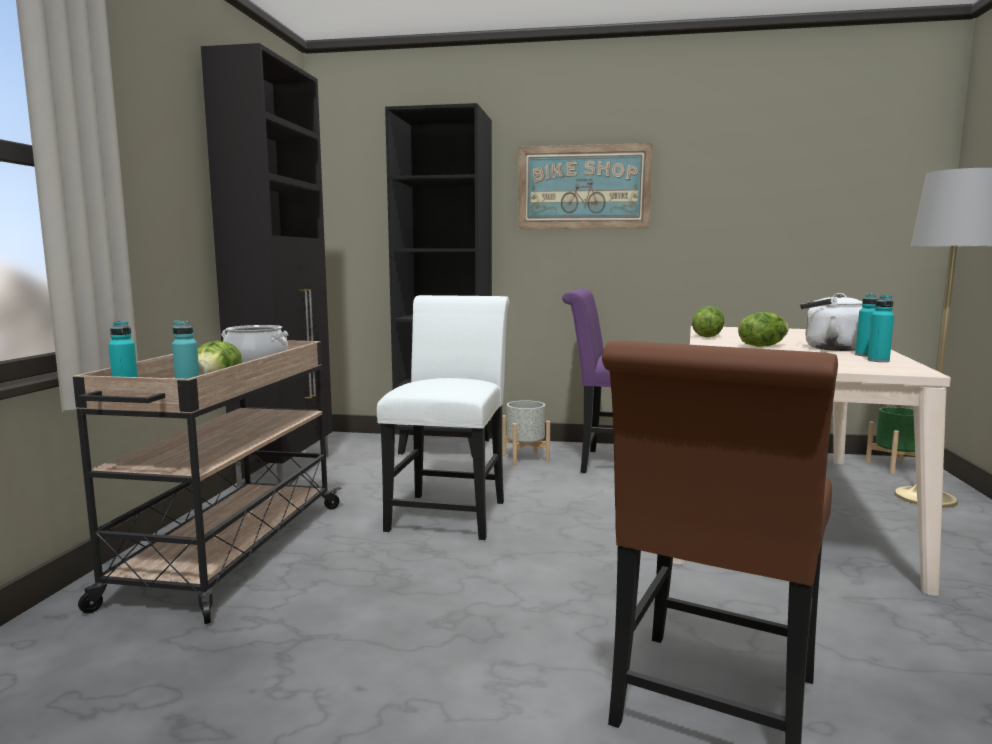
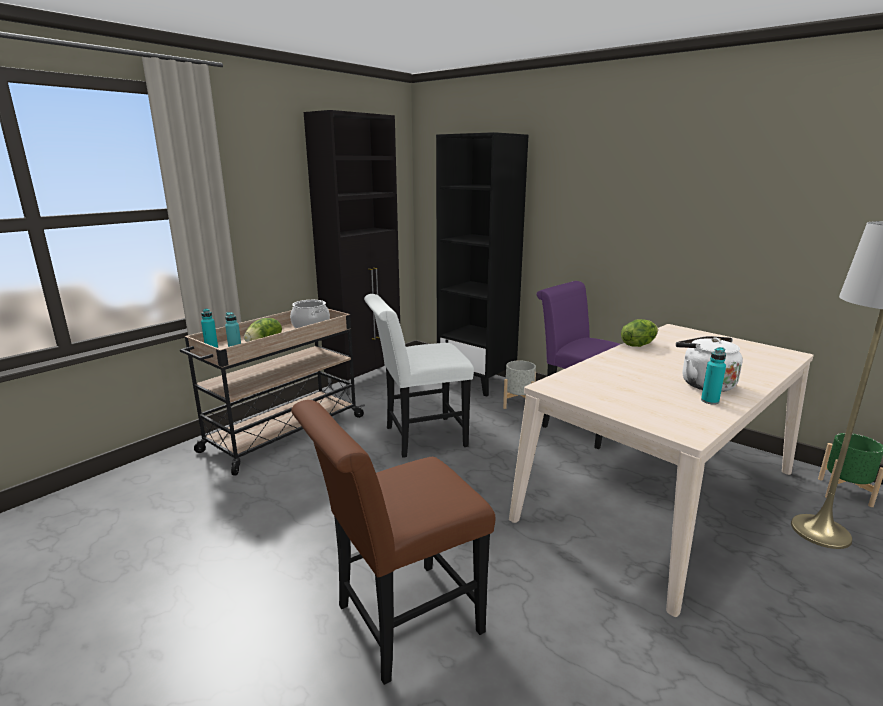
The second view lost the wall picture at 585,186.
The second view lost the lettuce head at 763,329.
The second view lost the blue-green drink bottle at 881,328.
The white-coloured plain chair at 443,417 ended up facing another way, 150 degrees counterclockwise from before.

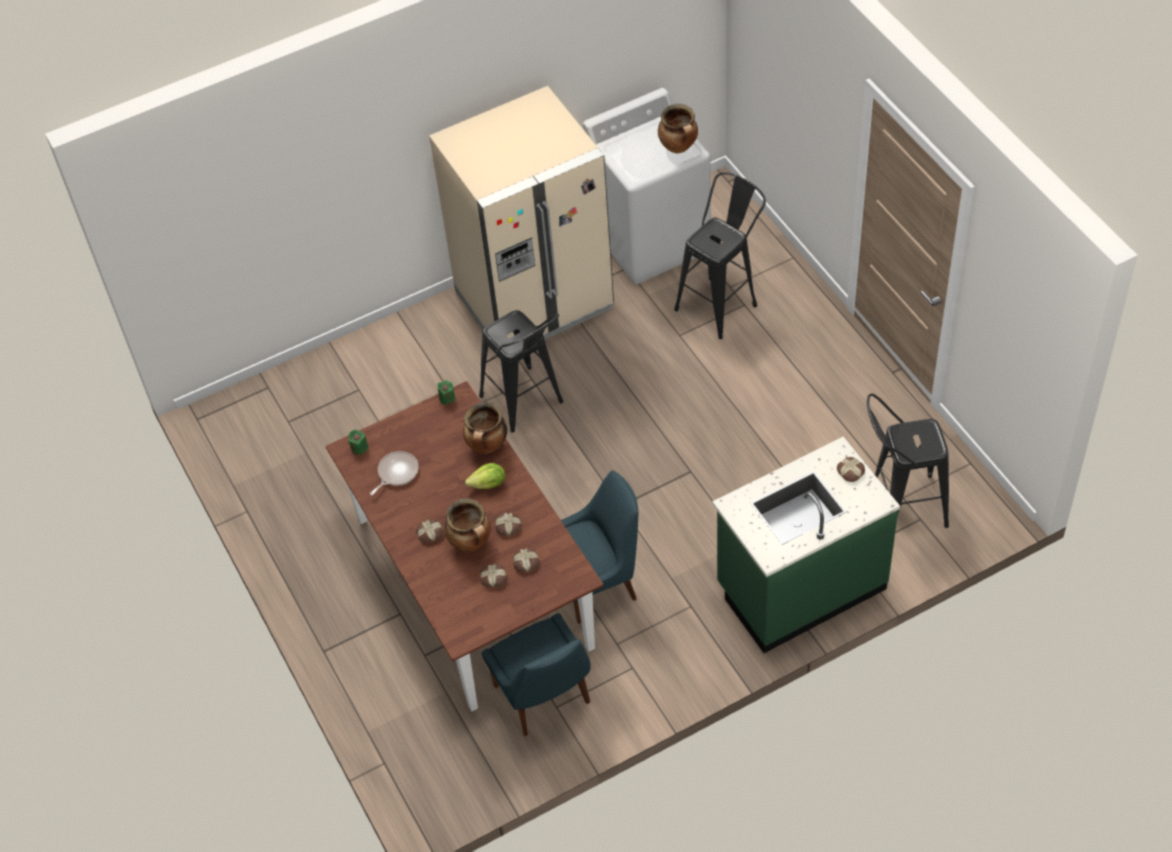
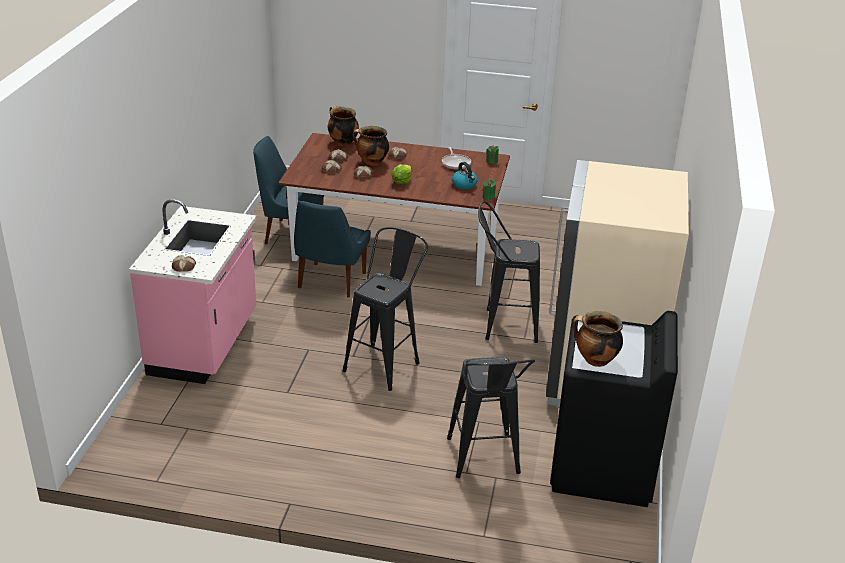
The second view gained the tea kettle at 465,176.
The saucepot ended up elsewhere, having gone from 485,427 to 343,126.
The black sitting stool ended up elsewhere, having gone from 908,460 to 385,309.
What was the white-coloured washing machine at 647,186 turned into the black washing machine at 614,409.
What was the green-coloured kitchen counter at 806,545 turned into the pink-coloured kitchen counter at 193,291.

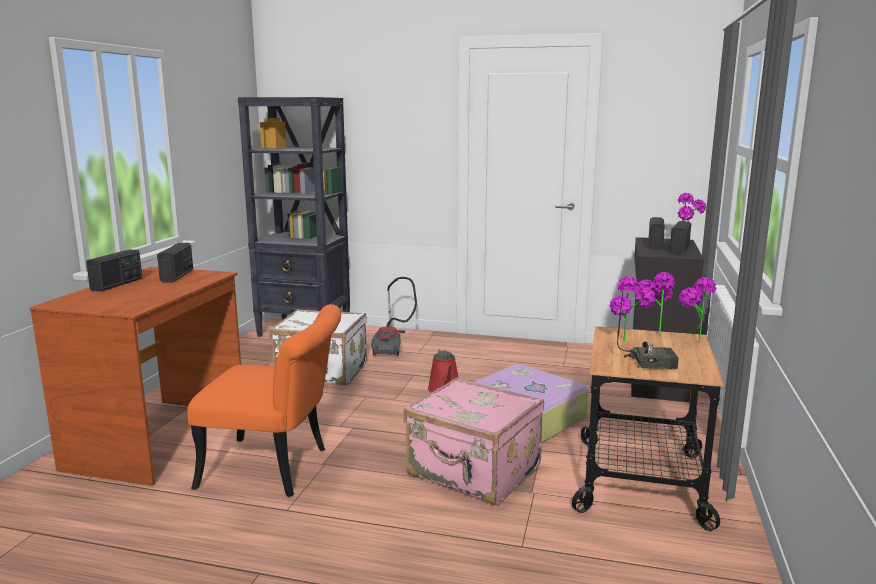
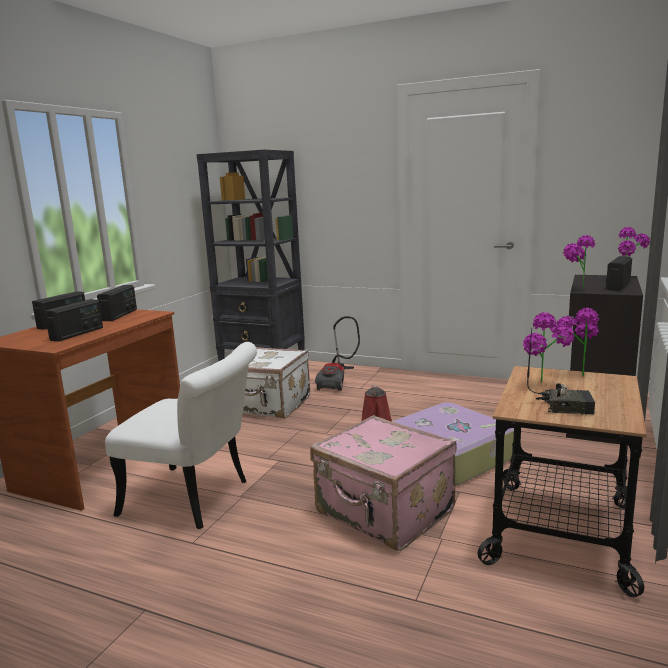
The radio receiver ended up elsewhere, having gone from 656,233 to 74,320.
The potted plant ended up elsewhere, having gone from 697,310 to 579,263.
What was the orange-coloured plain chair at 264,400 turned into the white-coloured plain chair at 181,435.

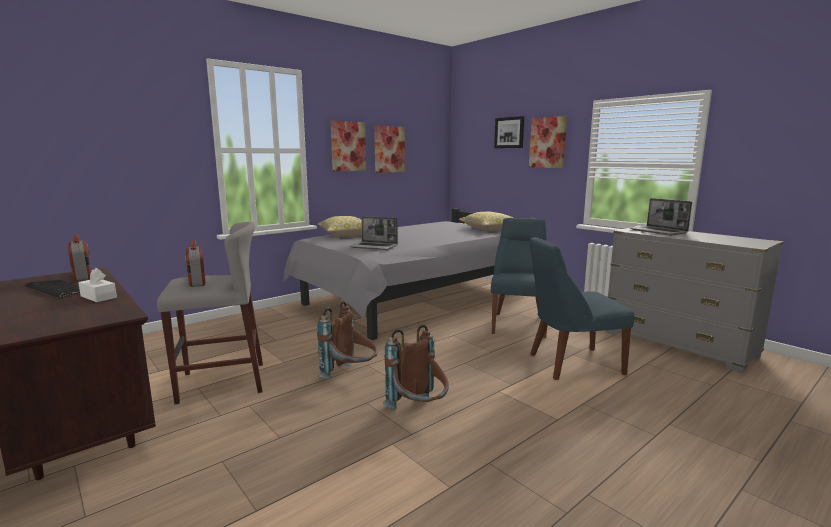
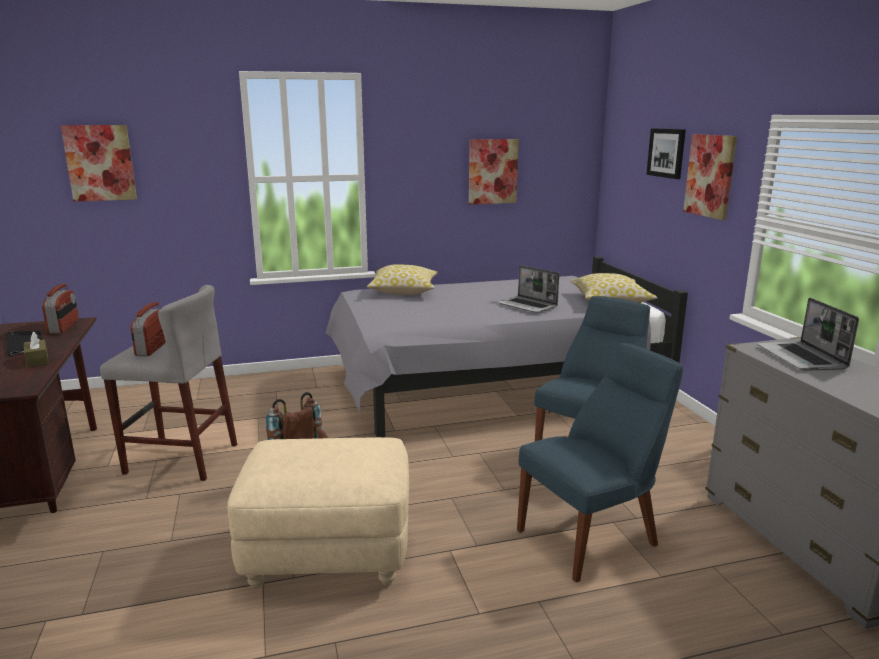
The wall picture ended up elsewhere, having gone from 348,146 to 99,163.
The laptop ended up elsewhere, having gone from 374,233 to 528,289.
Where the brown-coloured backpack stood at 416,367, the beige ottoman came to stand at 318,512.
What was the white-coloured tissue holder at 97,285 turned into the brown-coloured tissue holder at 36,349.
The bluish plain chair at 582,308 ended up facing another way, 135 degrees clockwise from before.

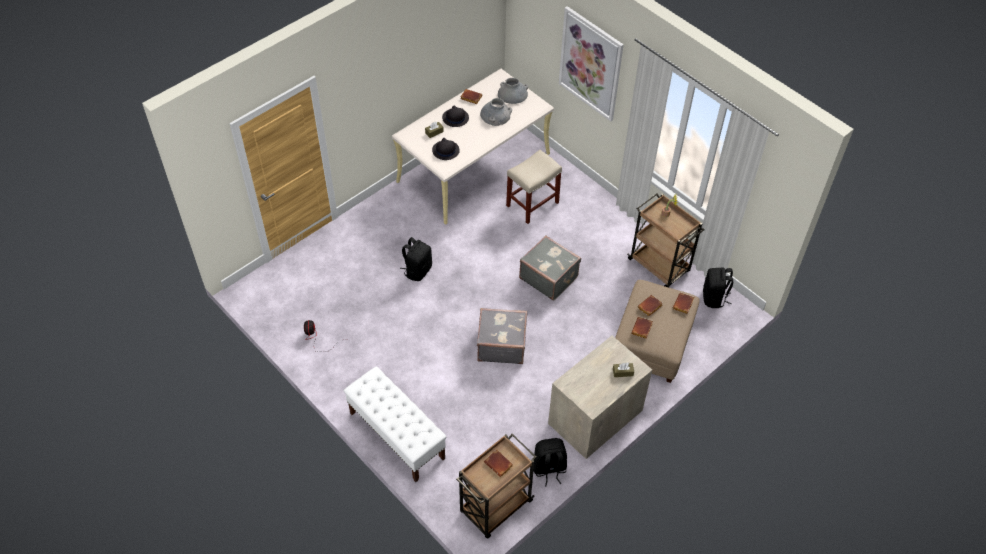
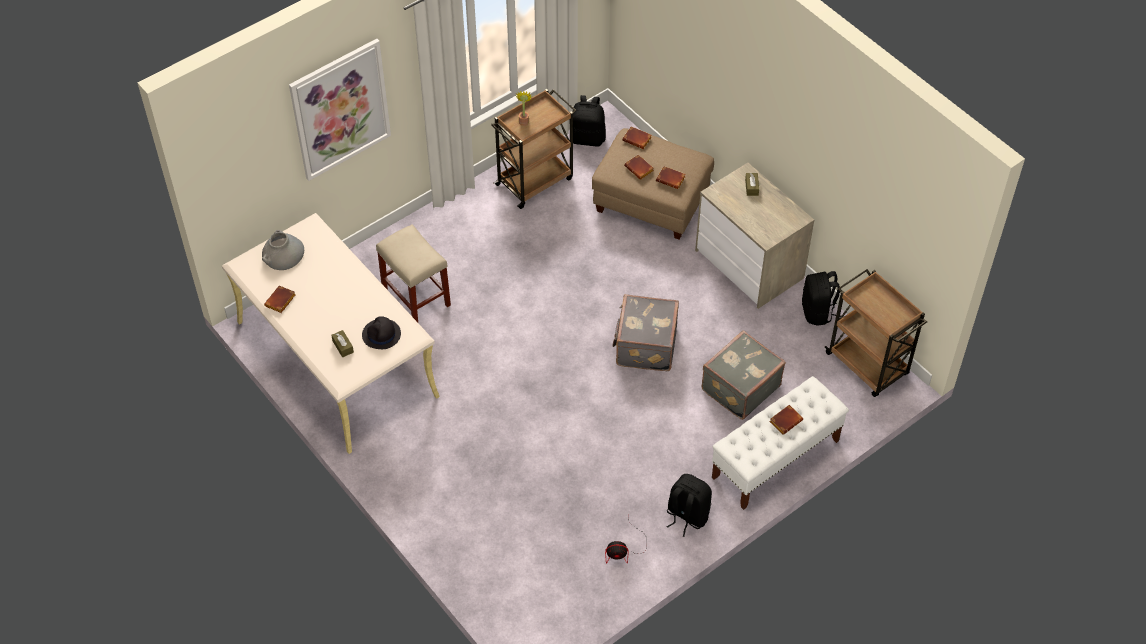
The second view lost the black hat at 455,116.
The second view lost the gray flower vase at 496,112.
The black backpack ended up elsewhere, having gone from 416,259 to 689,505.
The brown-coloured book ended up elsewhere, having gone from 498,463 to 786,420.
The gray suitcase ended up elsewhere, having gone from 550,268 to 744,375.

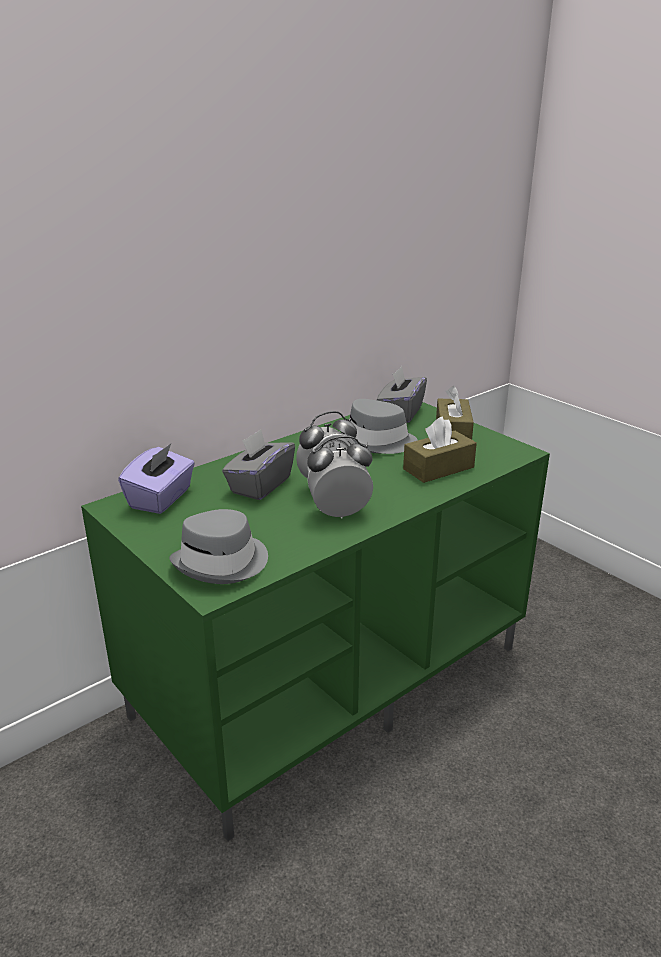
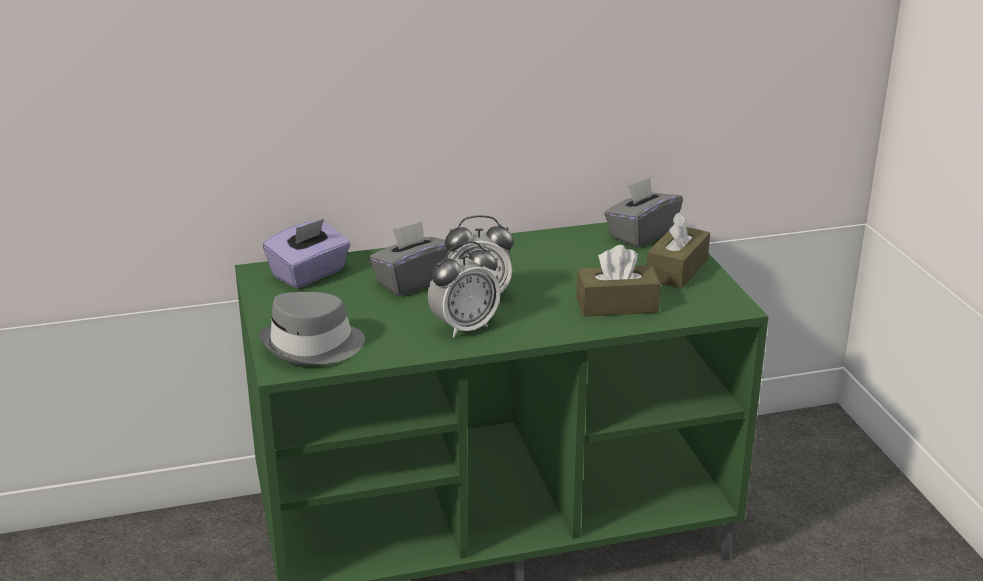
The second view lost the gray hat at 379,426.
The bedside clock at 340,477 ended up facing another way, 135 degrees clockwise from before.

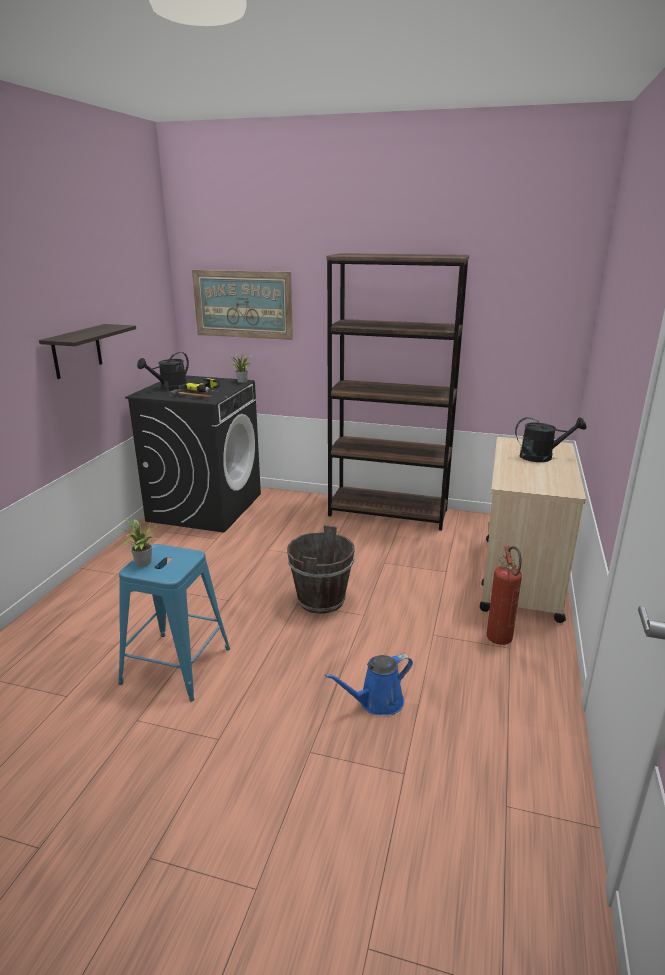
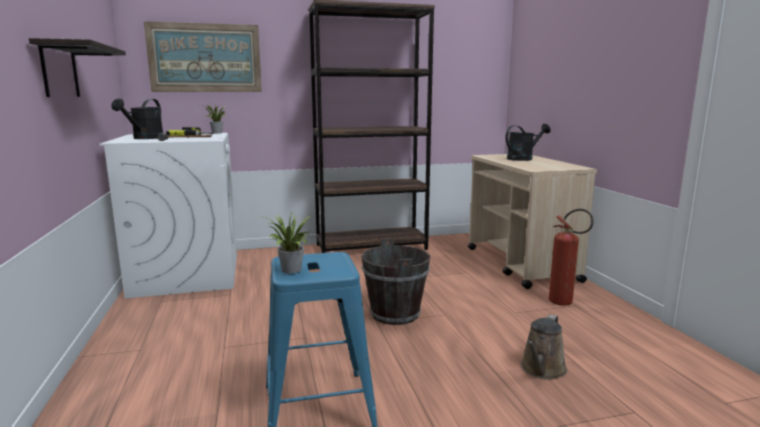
What was the black washing machine at 193,454 turned into the white-coloured washing machine at 168,215.
What was the bluish sprinkling can at 369,684 turned into the brown-coloured sprinkling can at 543,347.

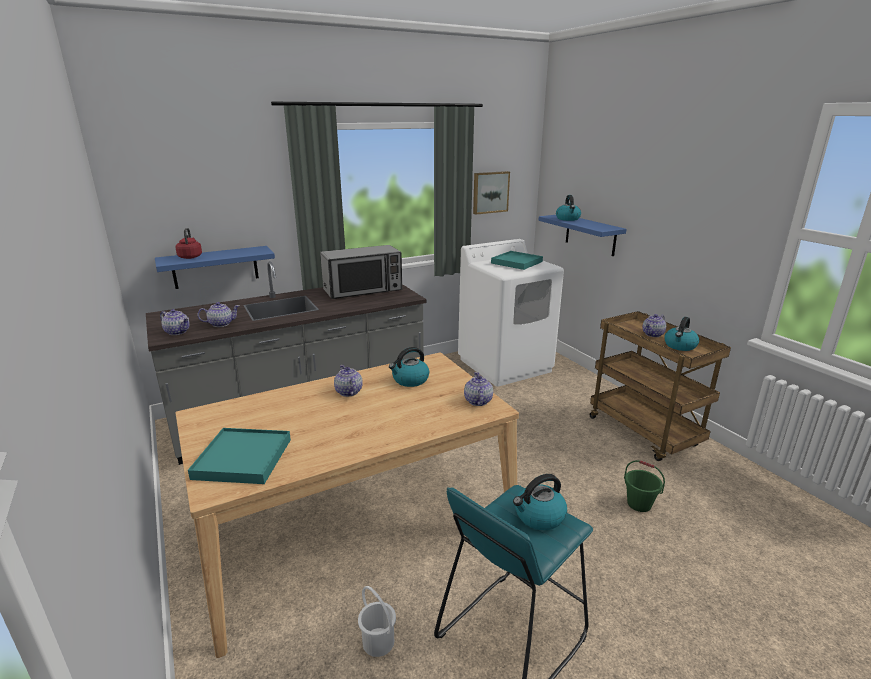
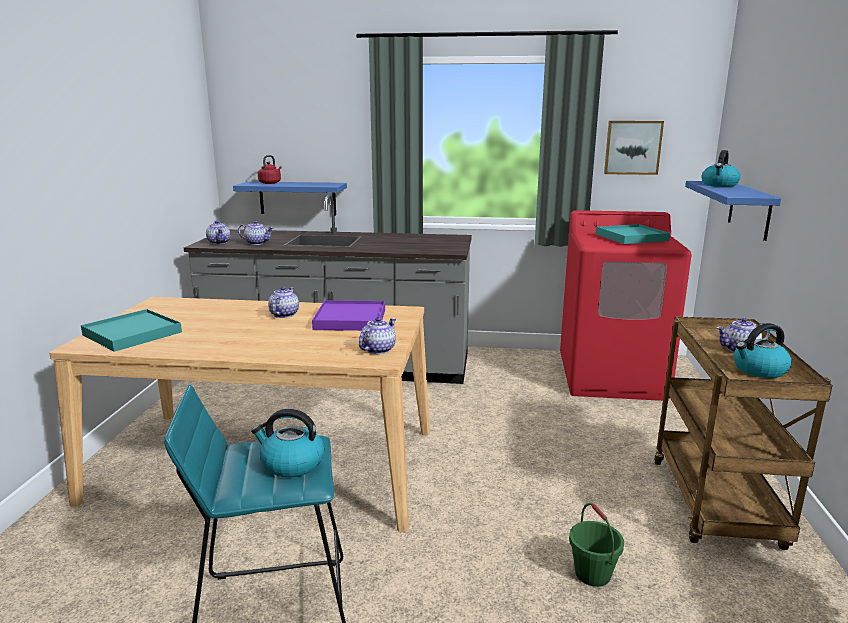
The second view lost the microwave at 361,272.
The second view lost the white-coloured pail at 377,621.
Where the tea kettle stood at 409,367, the purple carrying tray came to stand at 348,315.
What was the white-coloured washing machine at 511,313 turned into the red washing machine at 626,305.

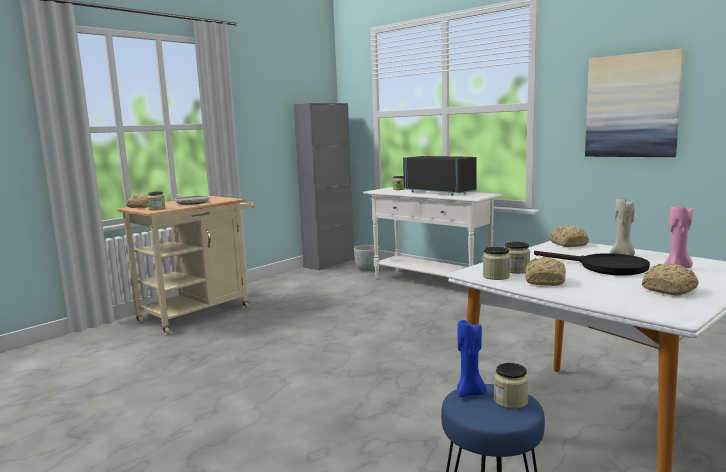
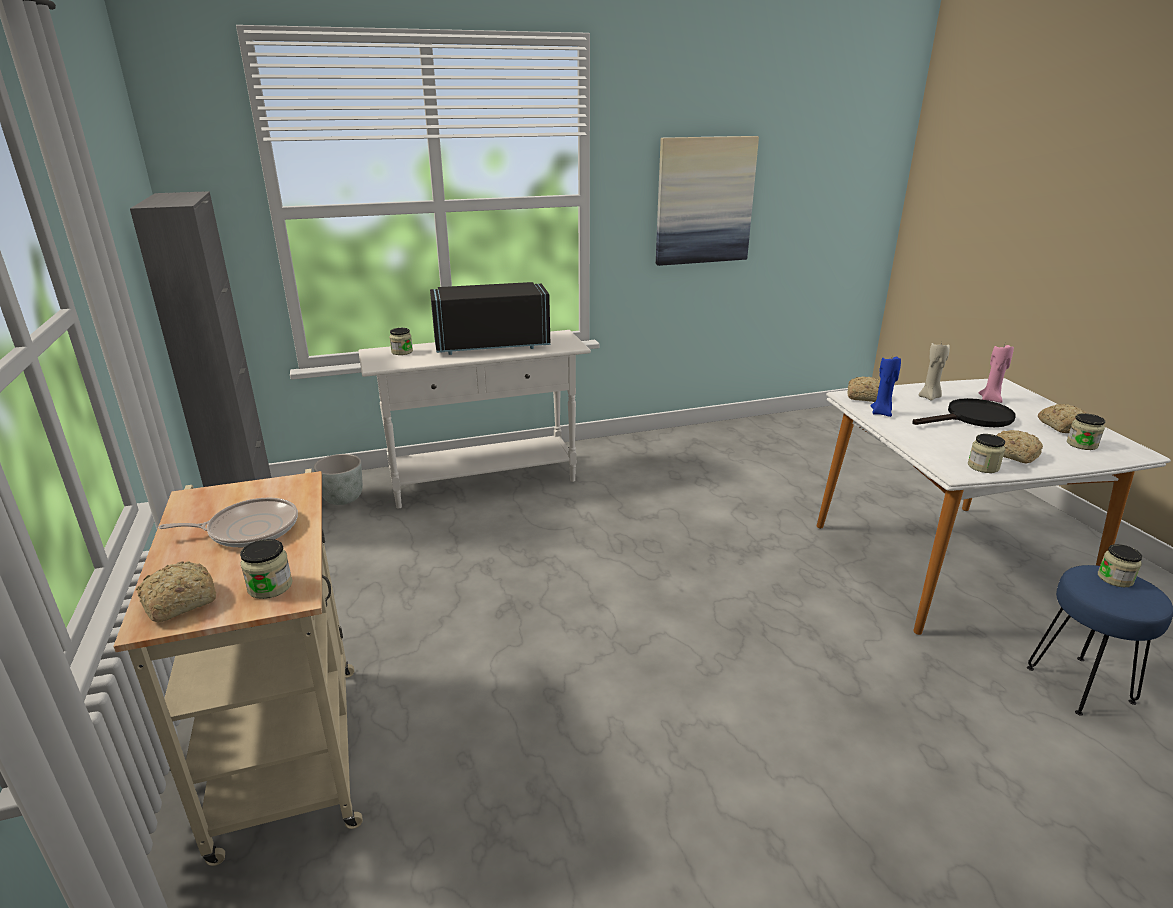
The bluish candle ended up elsewhere, having gone from 471,358 to 885,385.
The jar ended up elsewhere, having gone from 517,258 to 1086,431.

